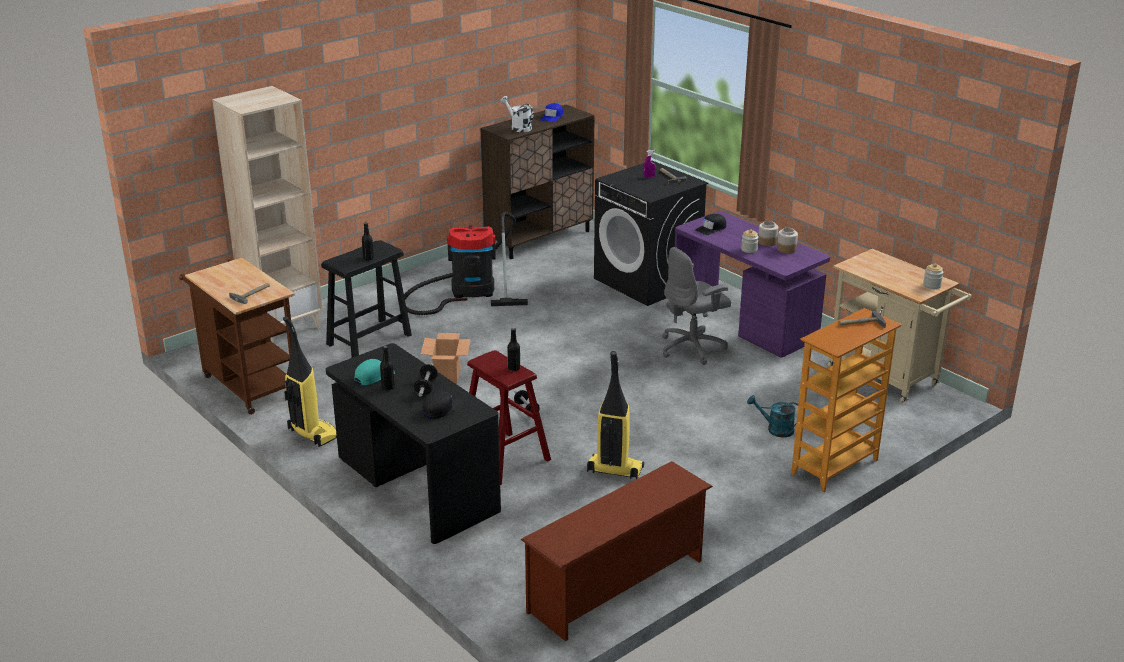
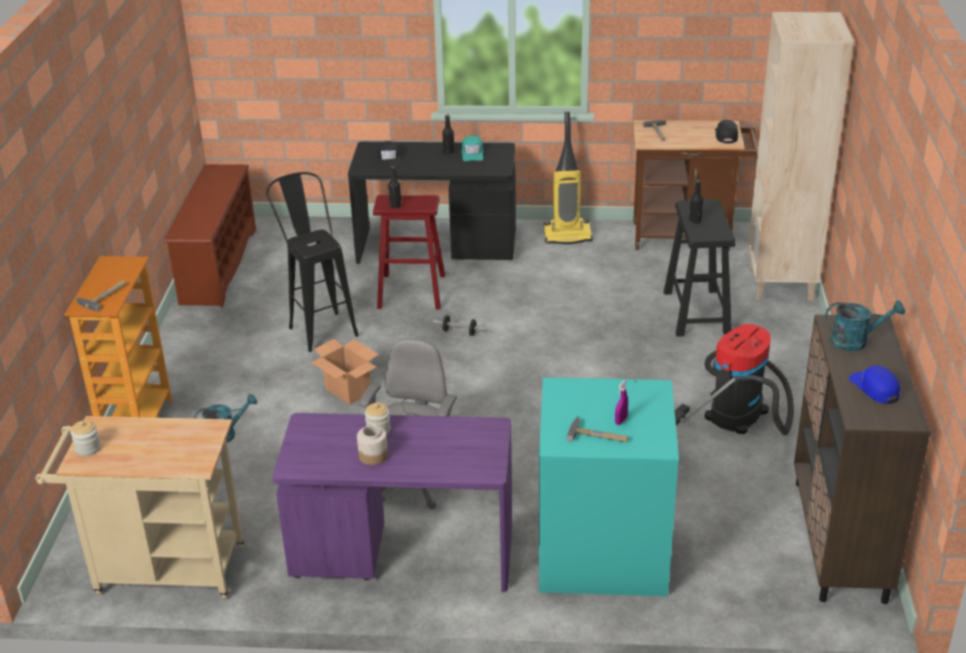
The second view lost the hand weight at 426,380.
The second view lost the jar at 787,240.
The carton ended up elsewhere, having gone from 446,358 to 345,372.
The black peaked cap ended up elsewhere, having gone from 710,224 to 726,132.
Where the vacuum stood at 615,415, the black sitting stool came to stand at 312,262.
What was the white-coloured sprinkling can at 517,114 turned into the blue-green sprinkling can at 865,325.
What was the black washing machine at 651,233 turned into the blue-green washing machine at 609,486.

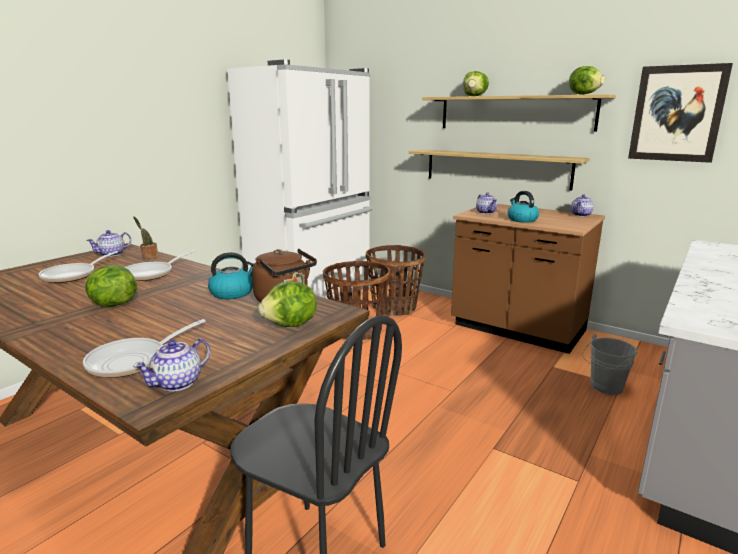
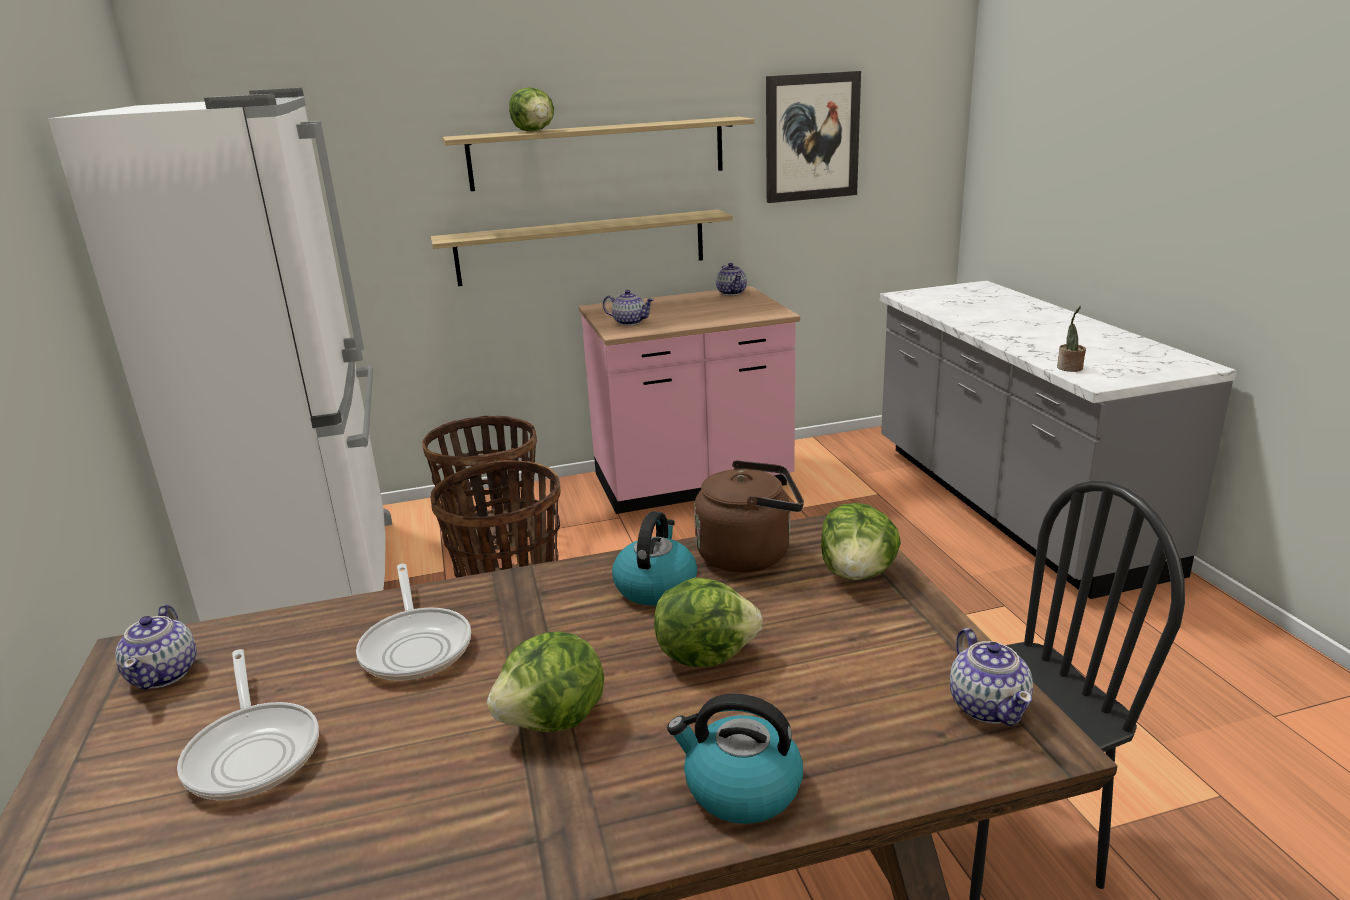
The second view lost the frying pan at 144,348.
The second view lost the gray pail at 609,364.
The potted plant ended up elsewhere, having gone from 145,237 to 1071,339.
The tea kettle ended up elsewhere, having gone from 523,207 to 735,759.
The lettuce head ended up elsewhere, having gone from 587,80 to 708,622.
What was the brown-coloured kitchen counter at 528,279 turned into the pink-coloured kitchen counter at 689,400.

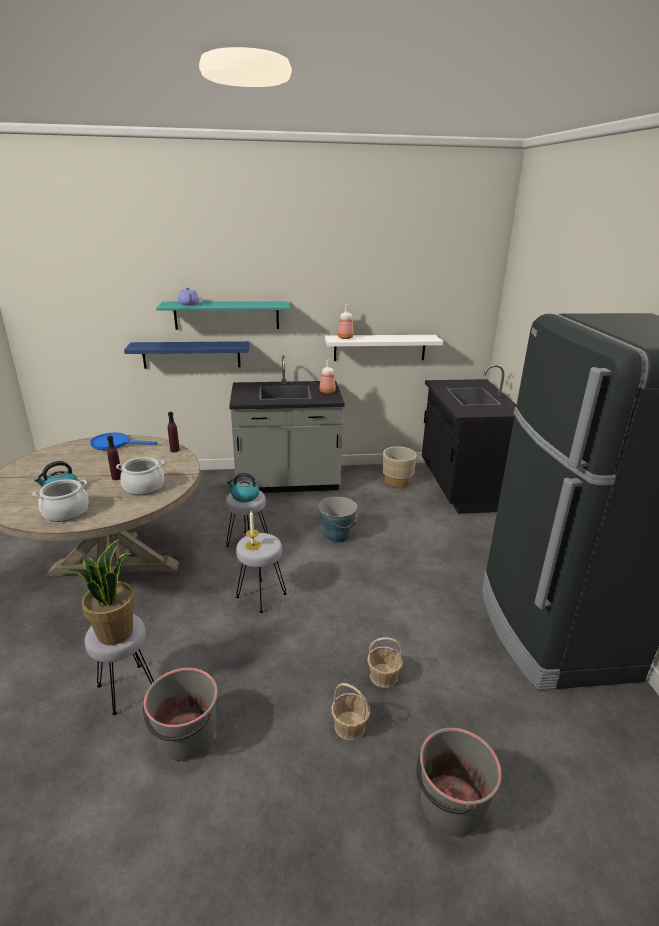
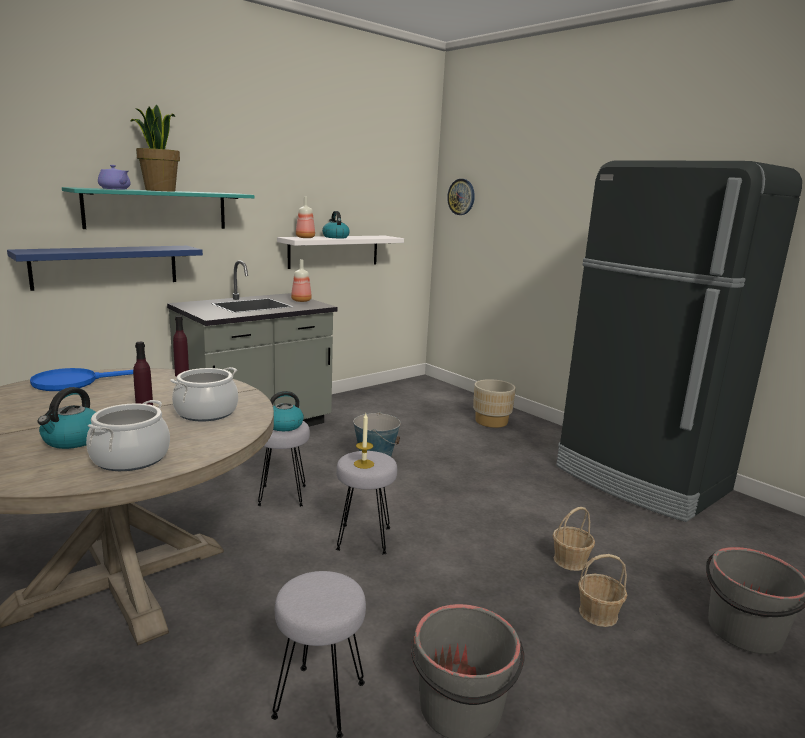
The second view lost the black kitchen counter at 469,439.
The second view gained the tea kettle at 336,224.
The second view gained the wall clock at 461,197.
The potted plant ended up elsewhere, having gone from 101,592 to 155,148.
The beige planter ended up elsewhere, having gone from 399,466 to 494,403.

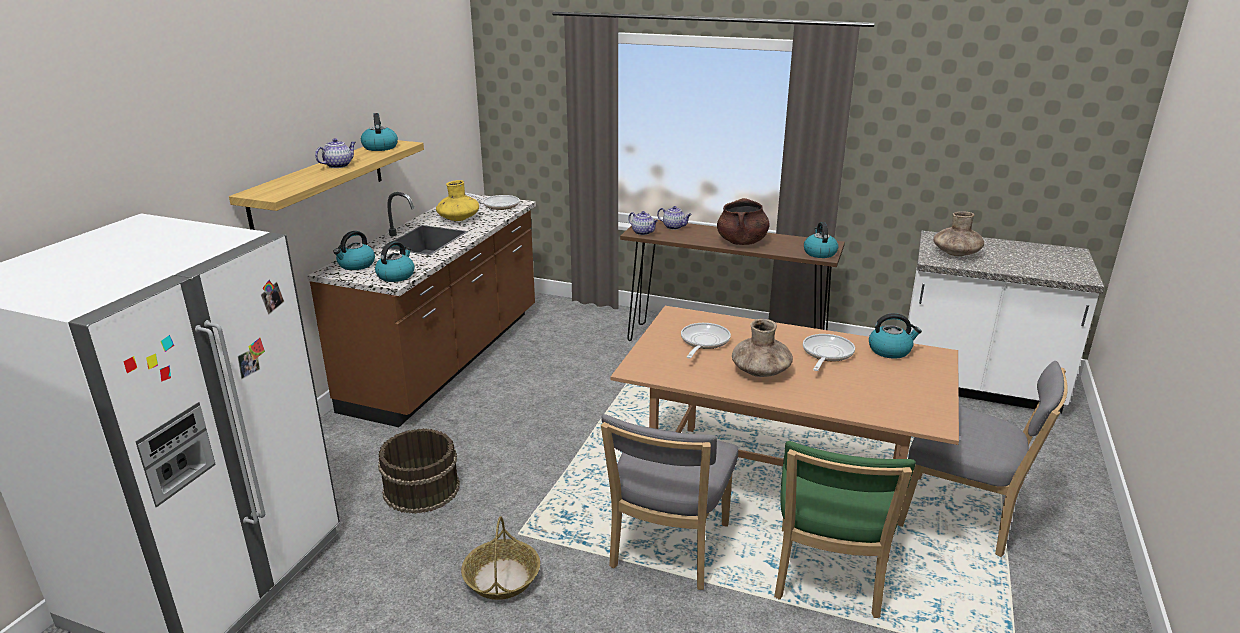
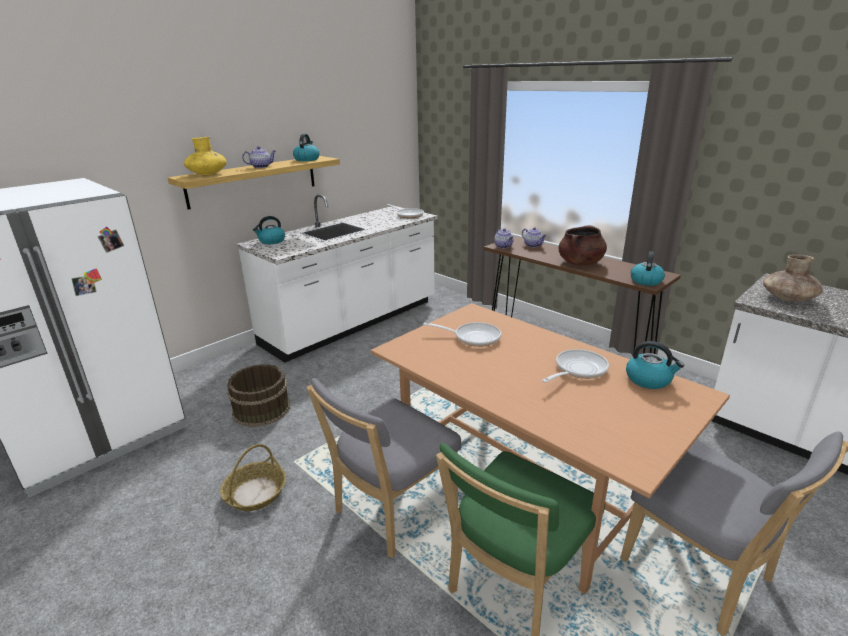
The second view lost the tea kettle at 395,261.
The second view lost the brown-coloured flower vase at 762,348.
The yellowish flower vase ended up elsewhere, having gone from 457,200 to 205,156.
What was the brown-coloured kitchen counter at 421,309 turned into the white-coloured kitchen counter at 337,278.
The frying pan at 706,341 ended up facing another way, 60 degrees clockwise from before.

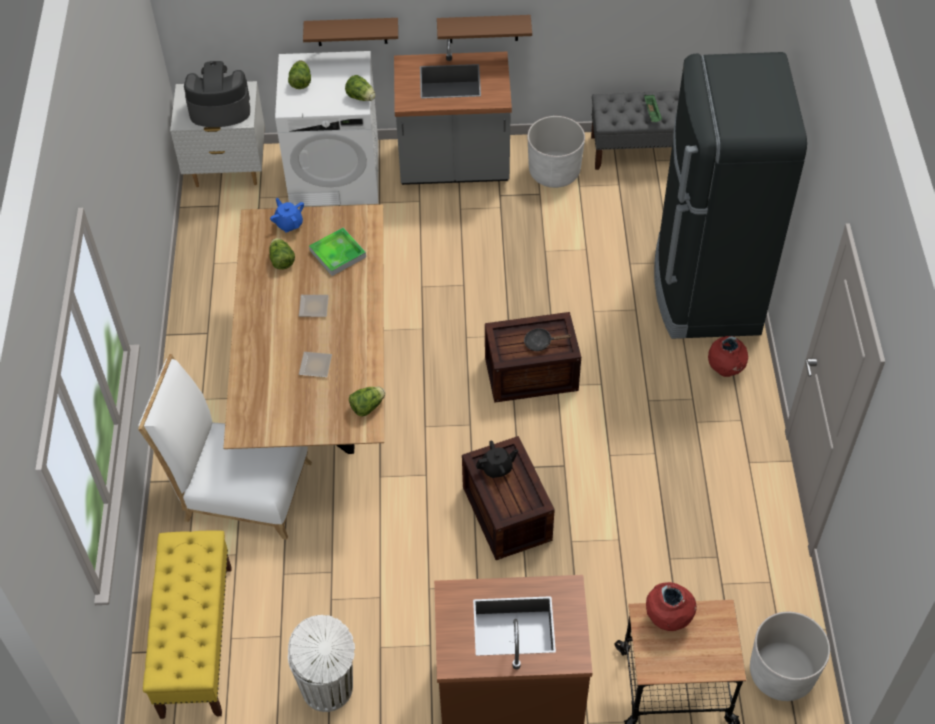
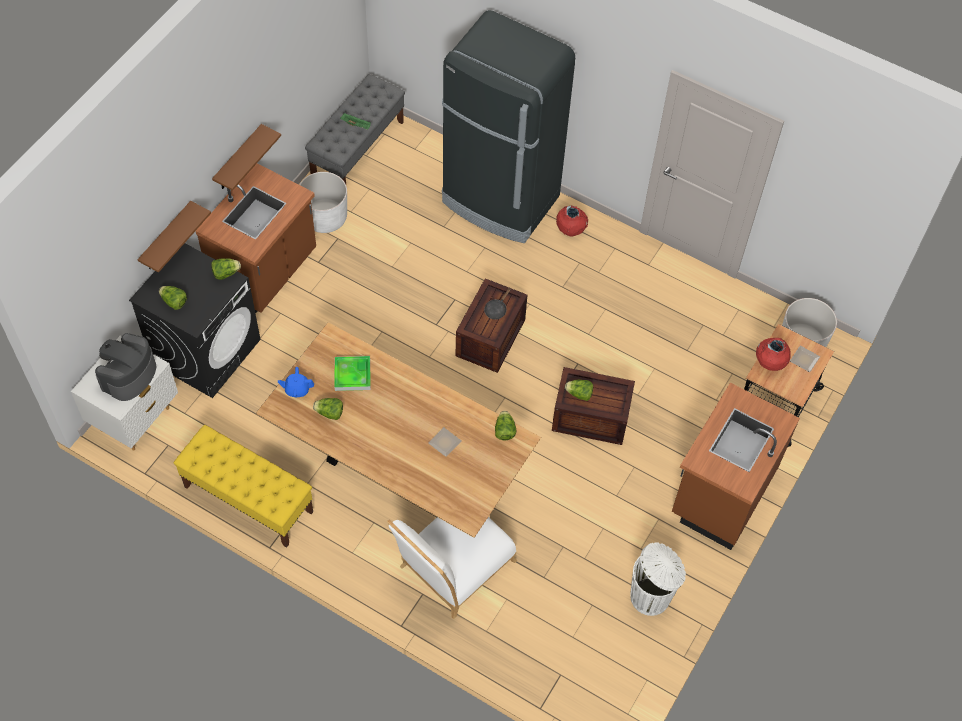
The yellowish indoor bench ended up elsewhere, having gone from 187,624 to 243,486.
The flat dish ended up elsewhere, having gone from 314,306 to 805,359.
Where the black teapot stood at 497,459, the lettuce head came to stand at 579,390.
What was the white-coloured washing machine at 327,129 turned into the black washing machine at 195,320.
What was the gray kitchen counter at 453,112 turned into the brown-coloured kitchen counter at 256,238.

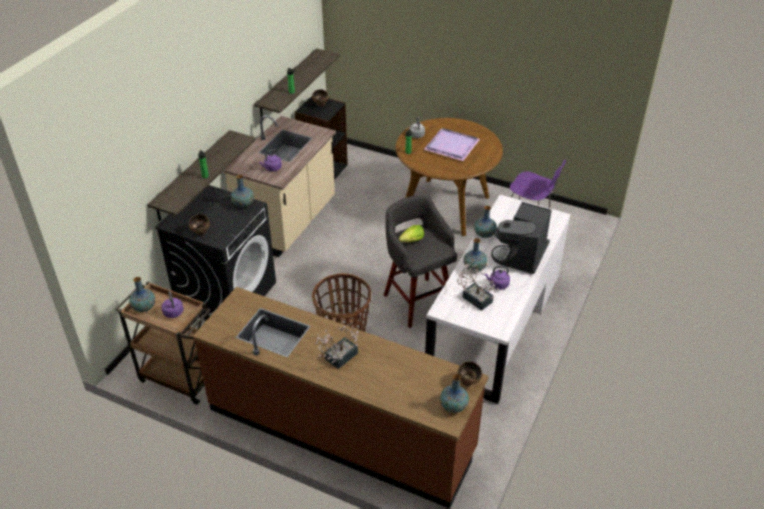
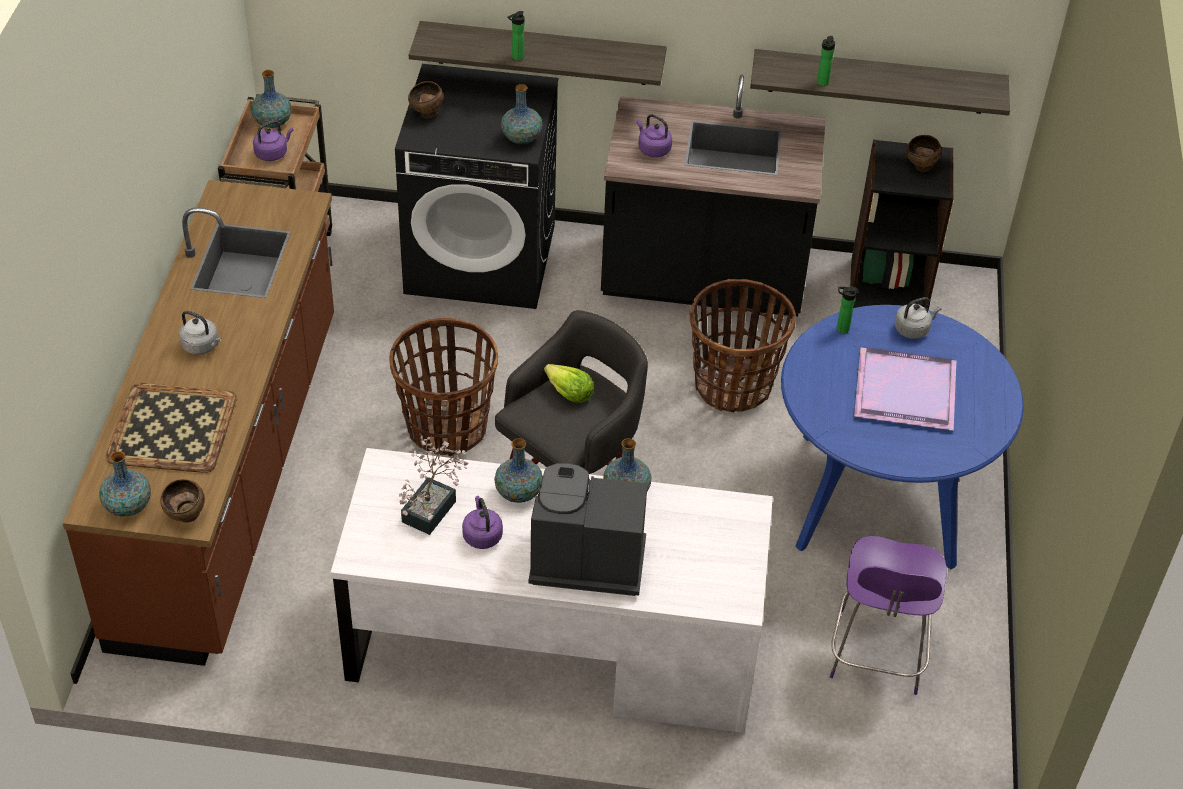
The second view gained the carrying tray at 171,428.
The second view gained the storage basket at 743,346.
Where the potted plant stood at 336,346, the gray tea kettle came to stand at 200,333.
What was the beige kitchen counter at 280,186 turned into the black kitchen counter at 713,196.
What was the brown-coloured kitchen table at 449,177 turned into the bluish kitchen table at 902,437.

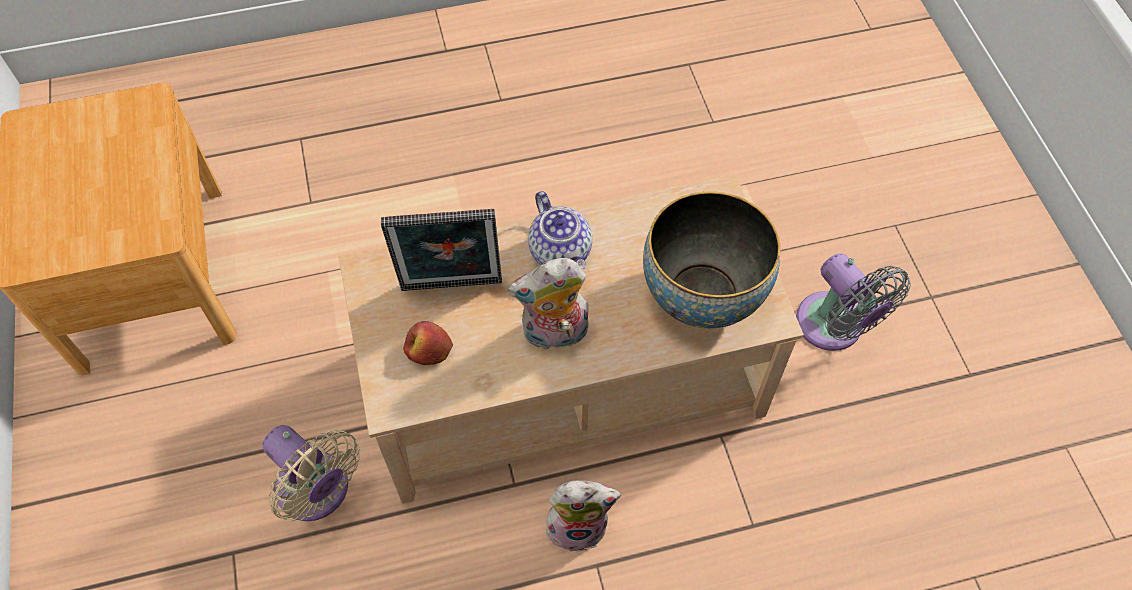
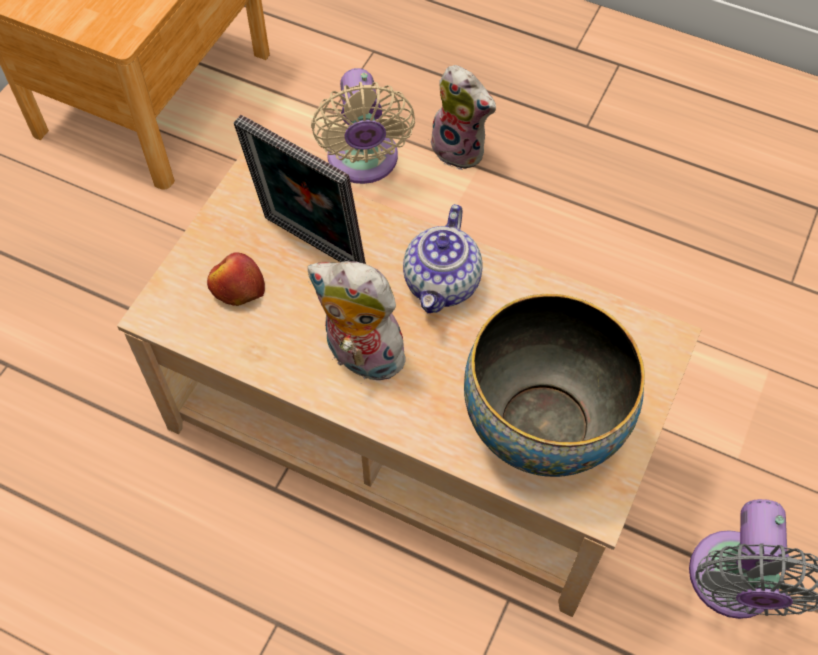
The beige fan ended up elsewhere, having gone from 311,473 to 363,126.
The cuddly toy ended up elsewhere, having gone from 583,516 to 463,117.

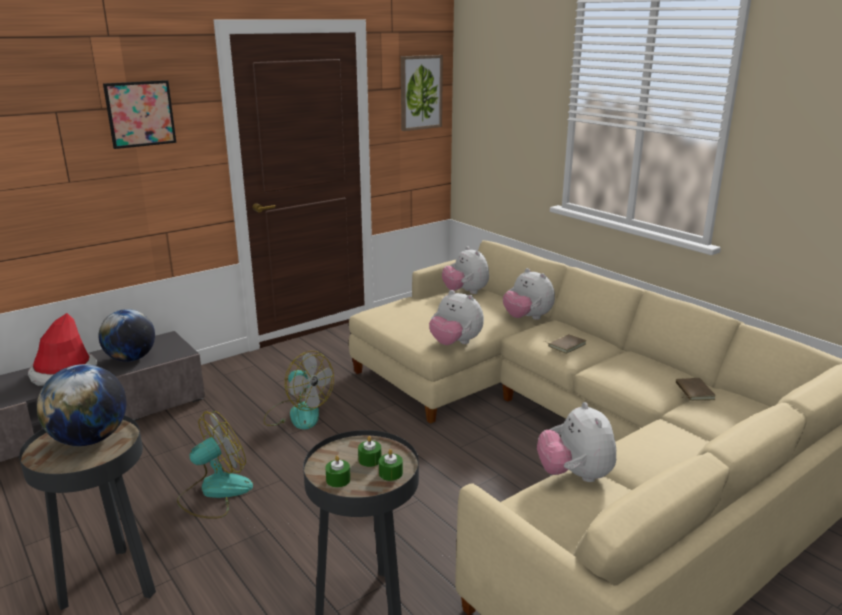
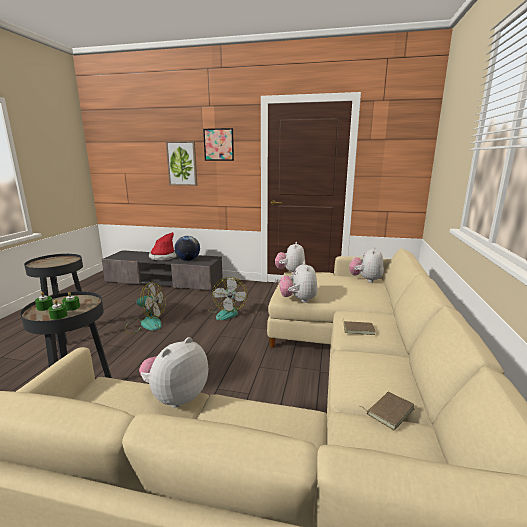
The second view lost the globe at 82,405.
The wall picture ended up elsewhere, having gone from 422,93 to 181,163.
The cuddly toy ended up elsewhere, having gone from 529,294 to 290,258.

